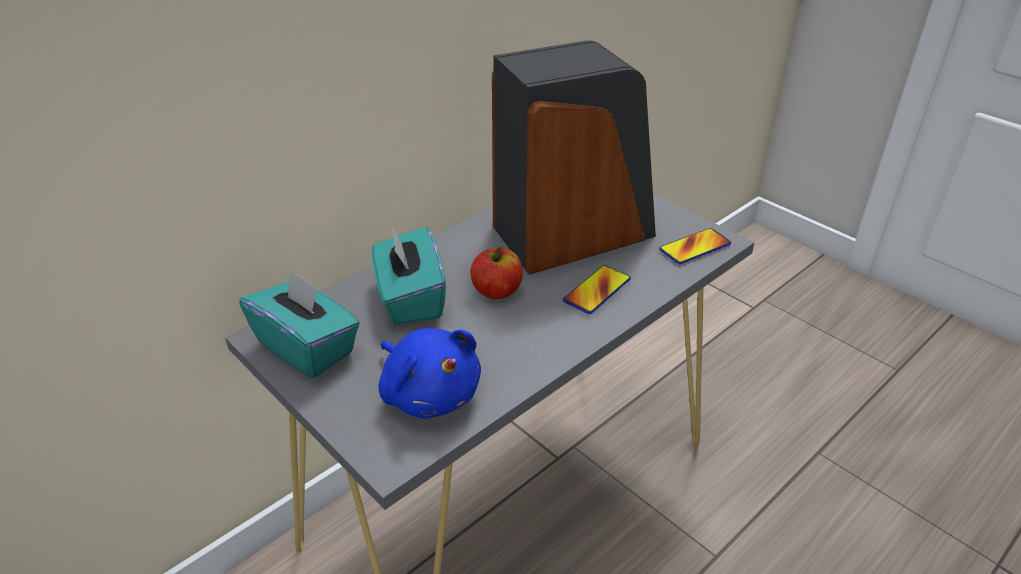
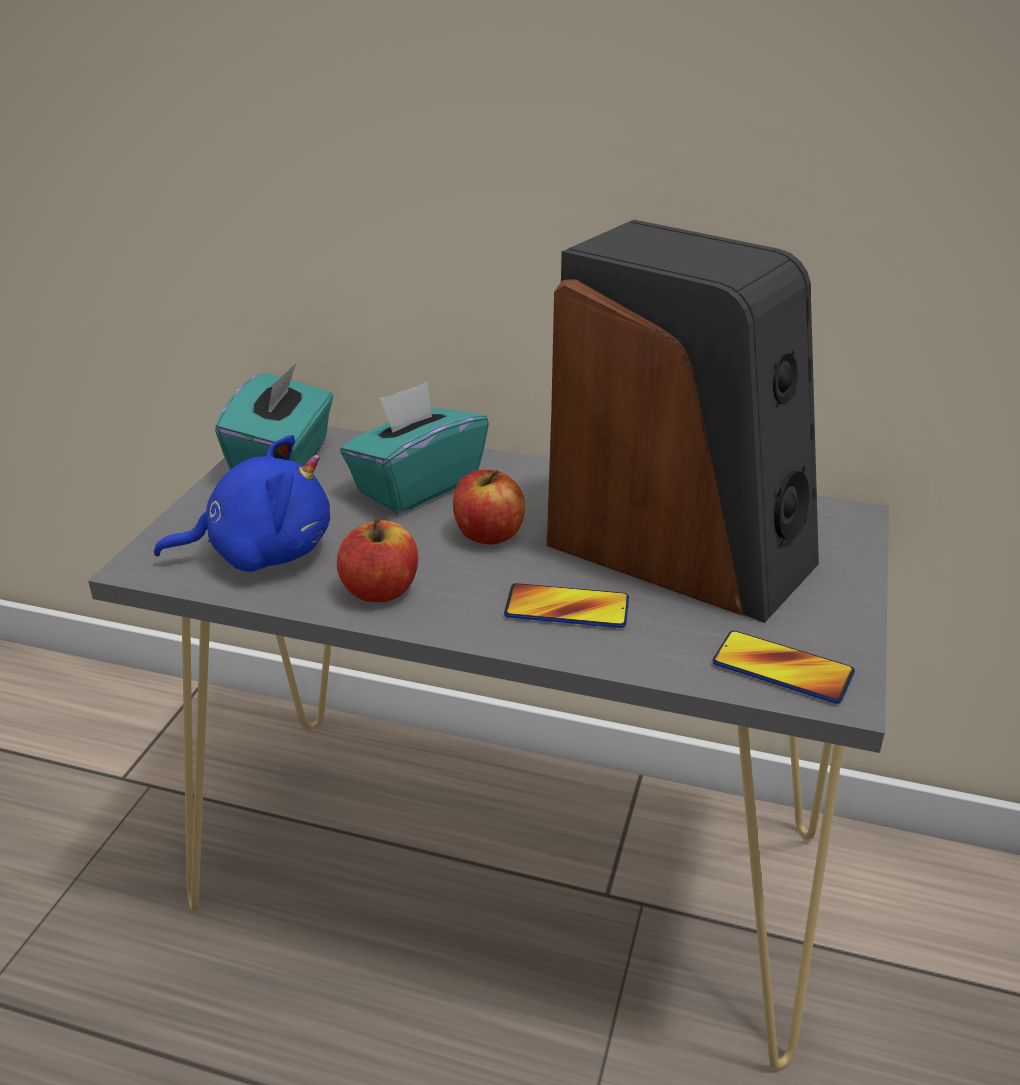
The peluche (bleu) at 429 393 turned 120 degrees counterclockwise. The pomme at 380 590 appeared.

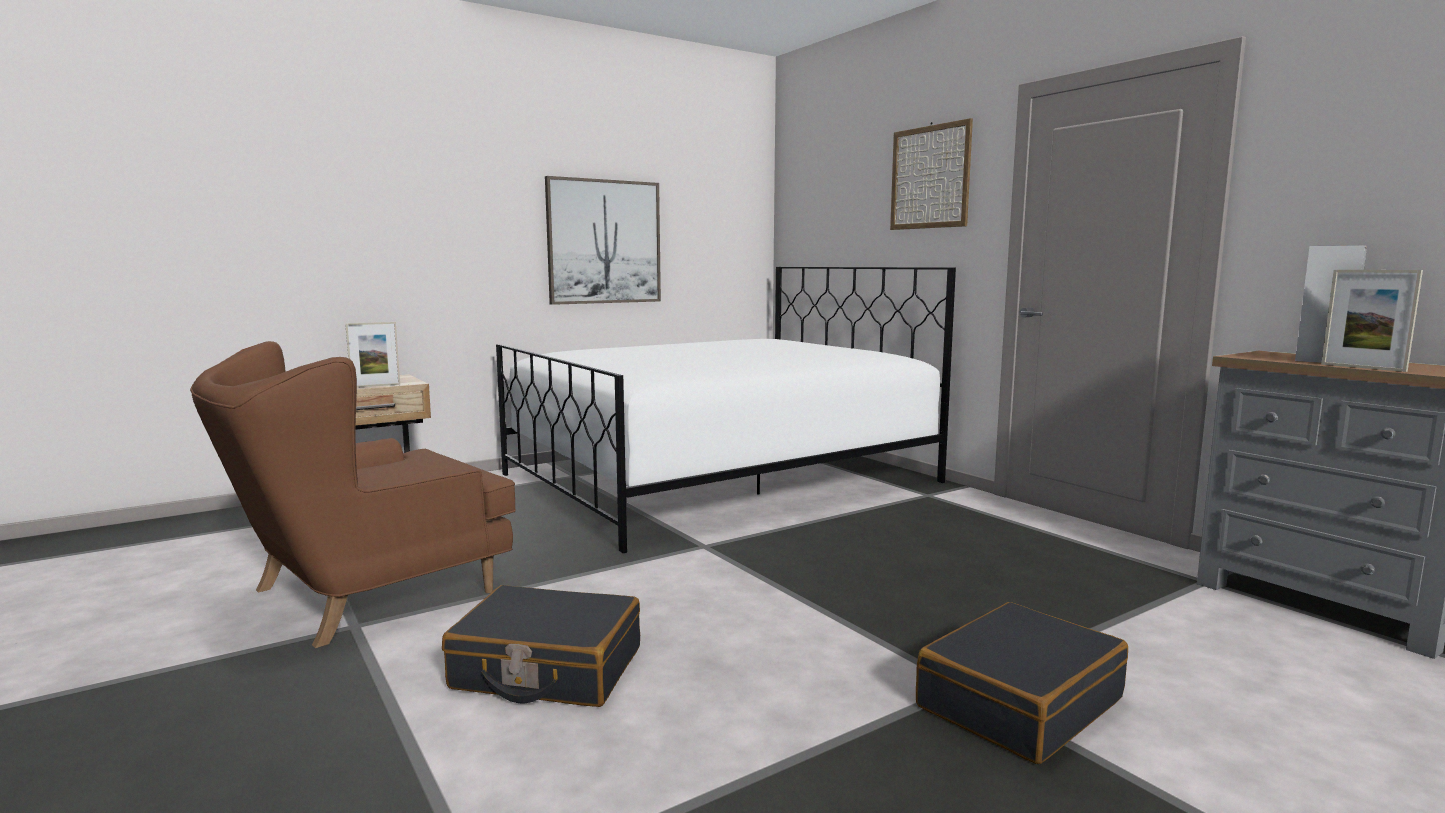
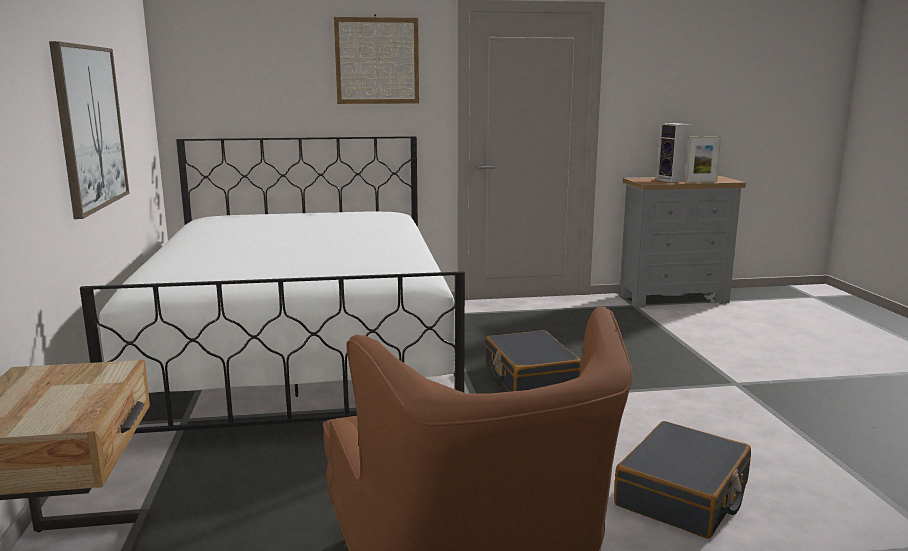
The cadre photo at 375 386 disappeared. The valise (noir) moved from 1018 702 to 529 377.

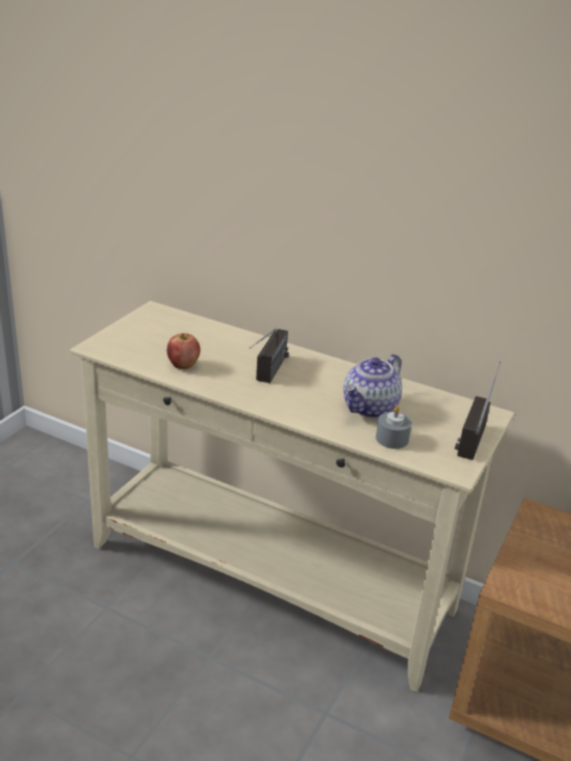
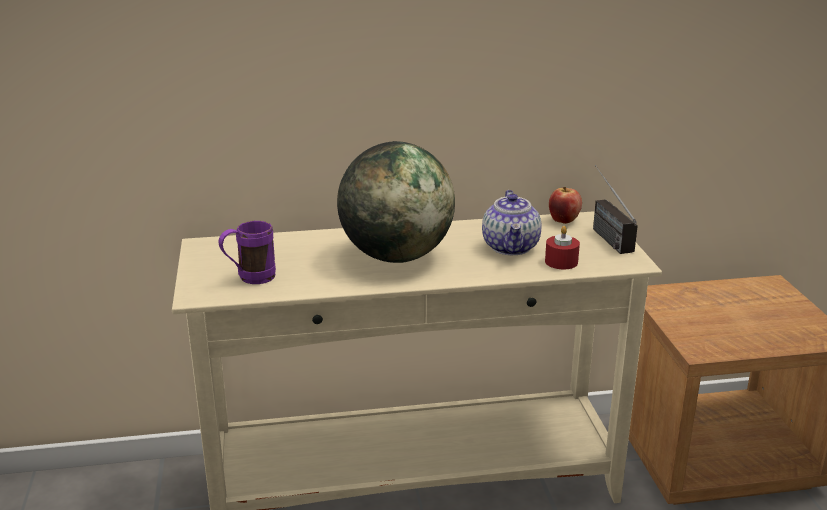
The radio at 268 376 was replaced by the globe at 396 256. The pomme moved from 183 365 to 564 221. The bougie (gris) at 392 439 became the bougie (rouge) at 561 262. The mug (violet) at 249 279 appeared.

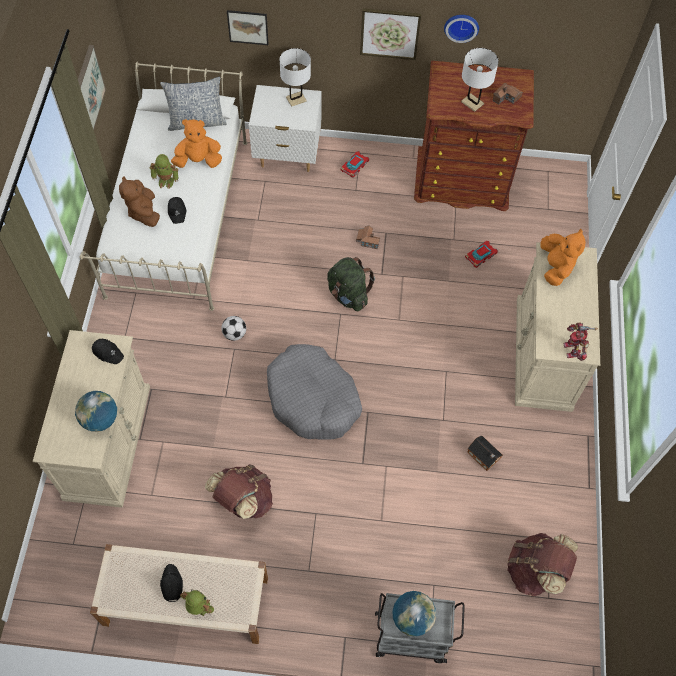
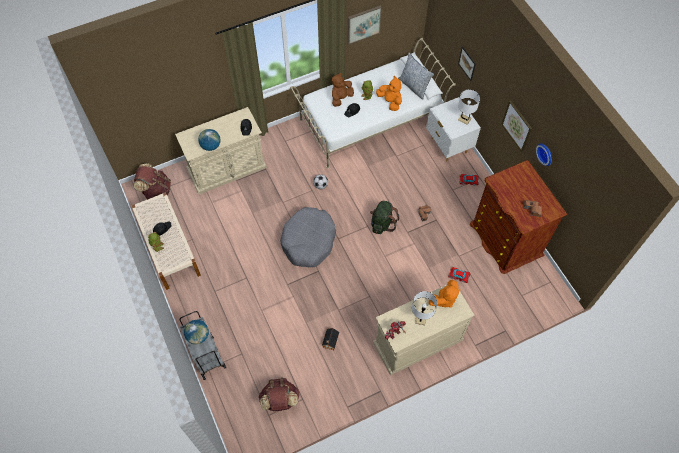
The lampe de table (blanc) moved from 472 103 to 420 318. The sac à dos (marron) moved from 243 500 to 156 191.

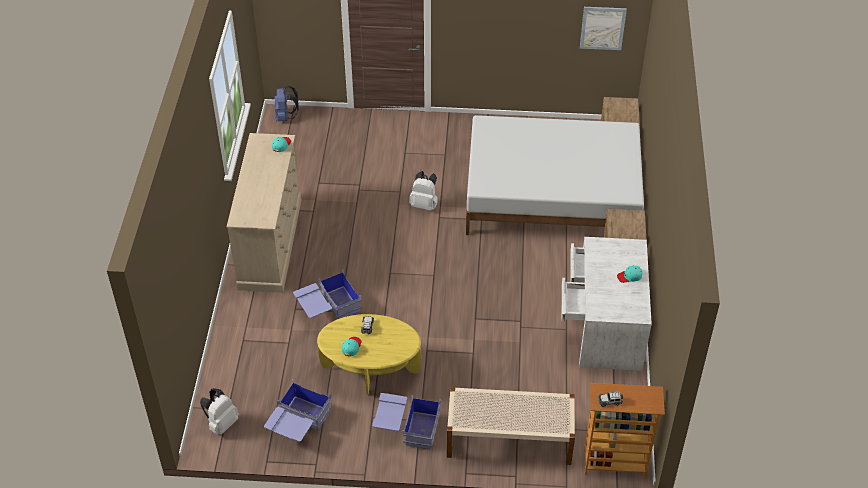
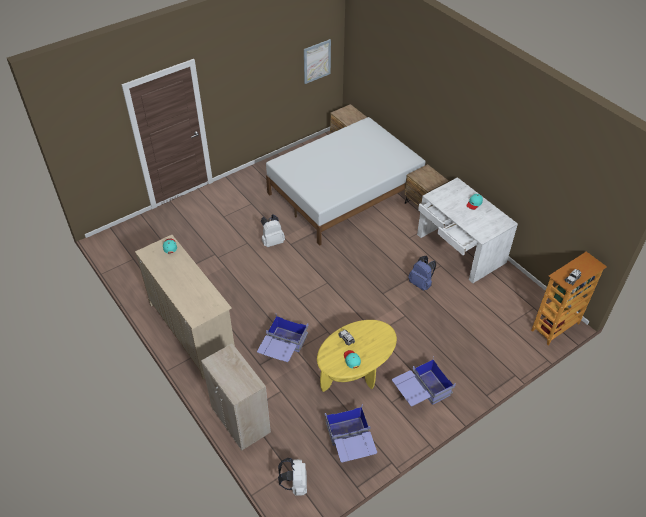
The sac à dos (bleu) moved from 285 117 to 421 283. The banc (beige) at 509 439 disappeared. The meuble de rangement (beige) at 240 422 appeared.

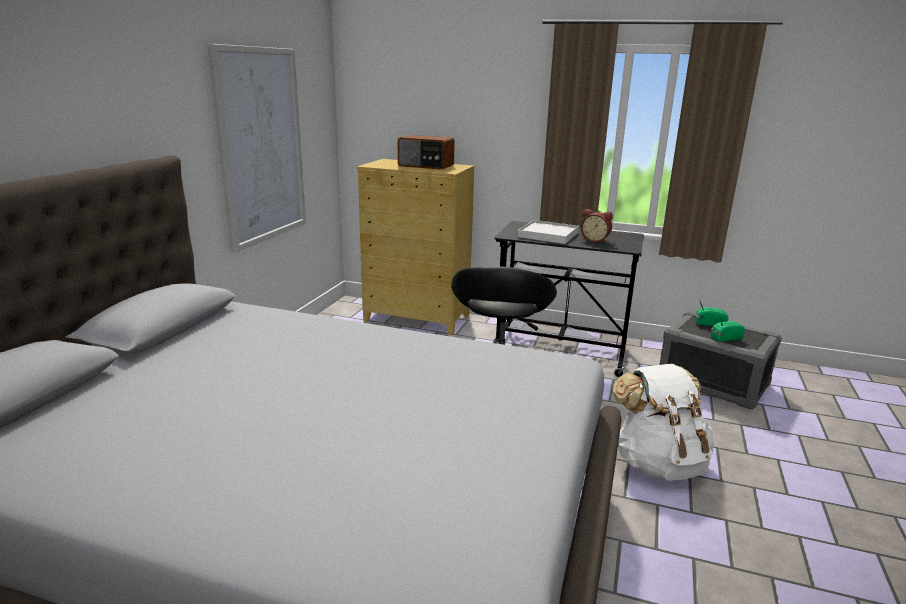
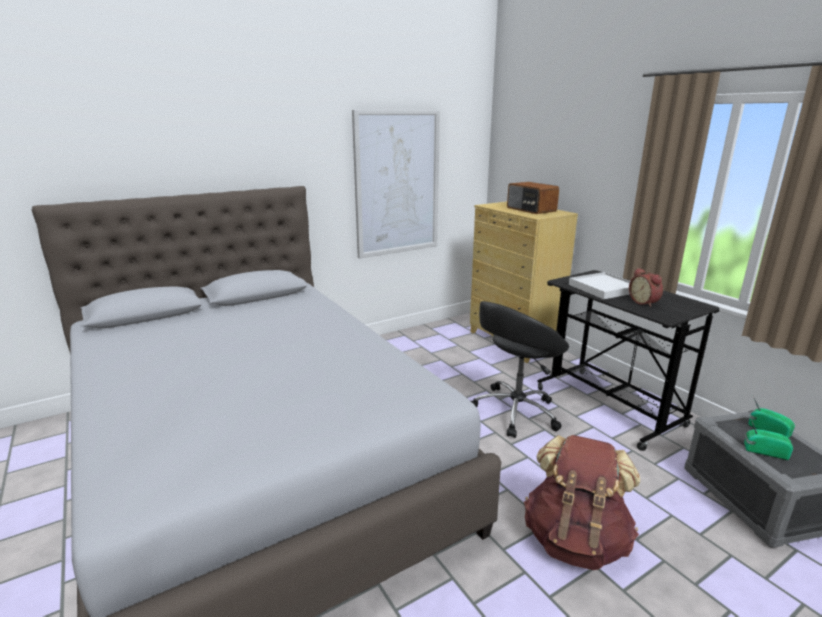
The sac à dos (blanc) at 658 463 became the sac à dos (marron) at 575 540.

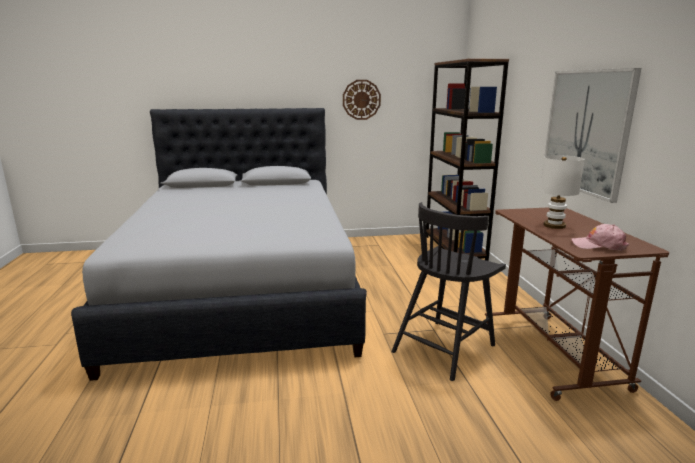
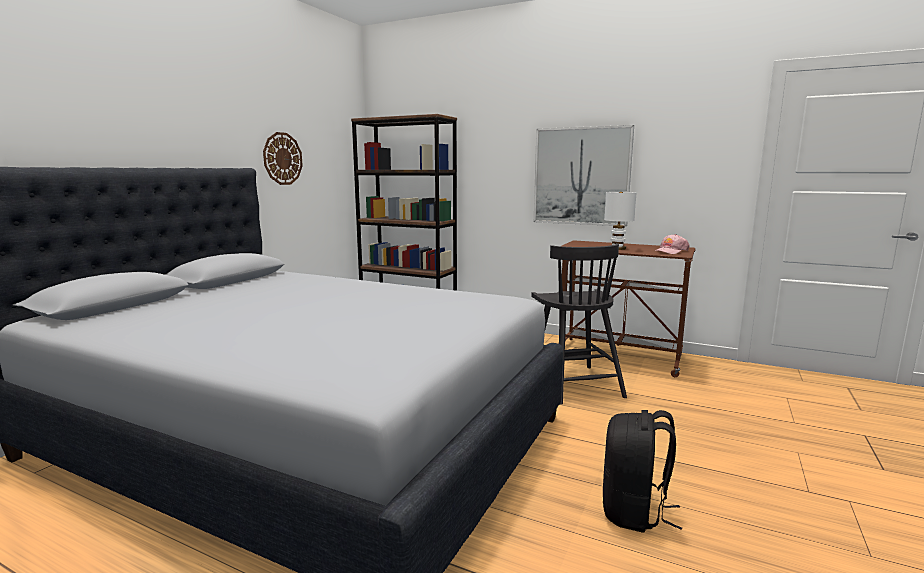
The sac à dos (noir) at 634 511 appeared.

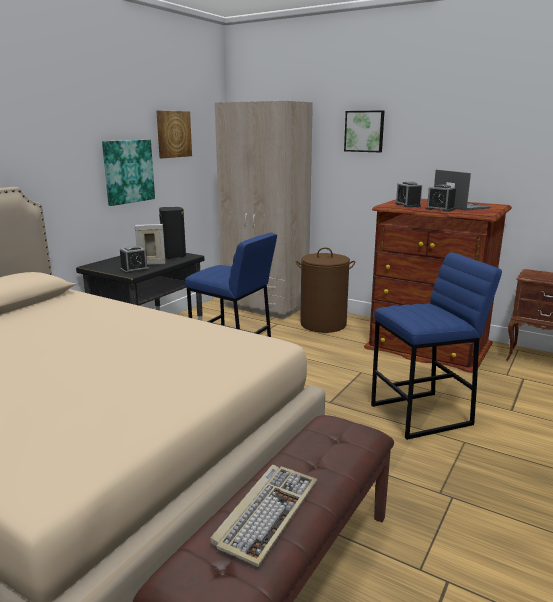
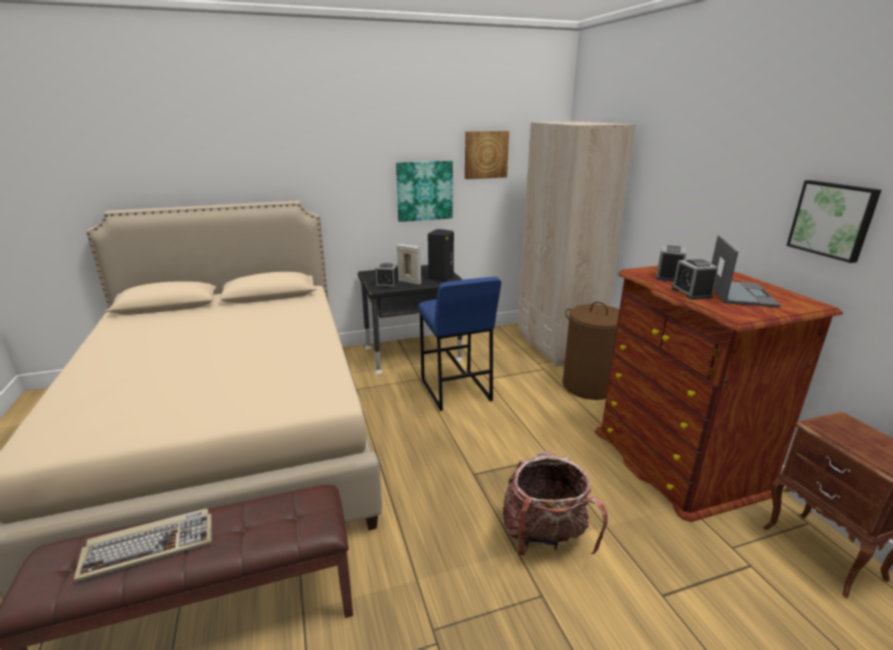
The tableau moved from 364 131 to 833 219. The tabouret (bleu) at 423 414 was replaced by the sac à dos at 544 537.

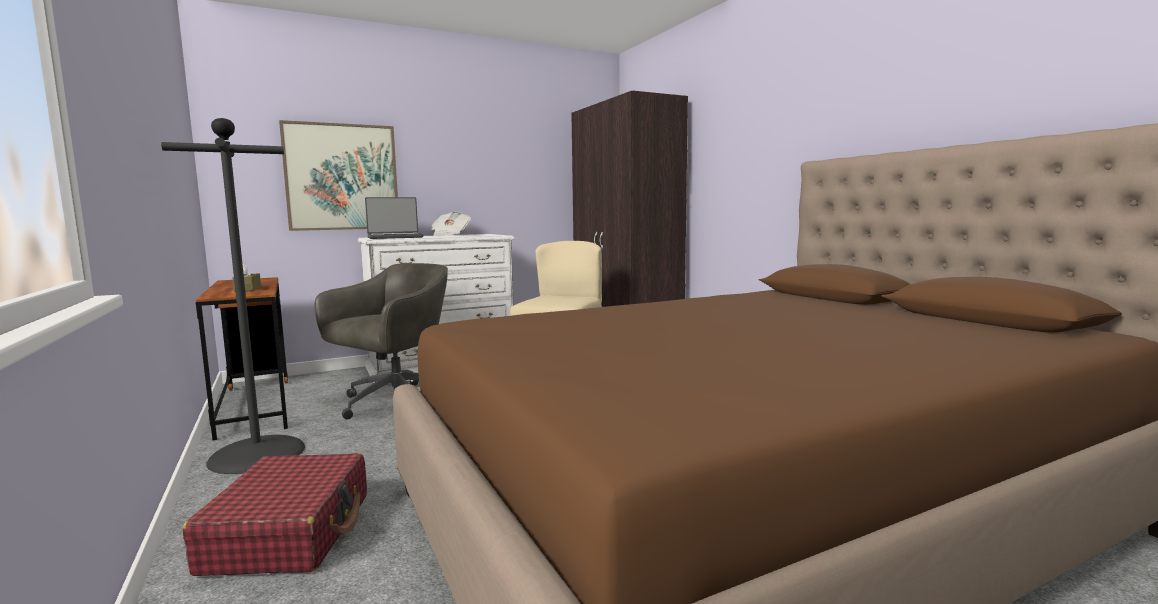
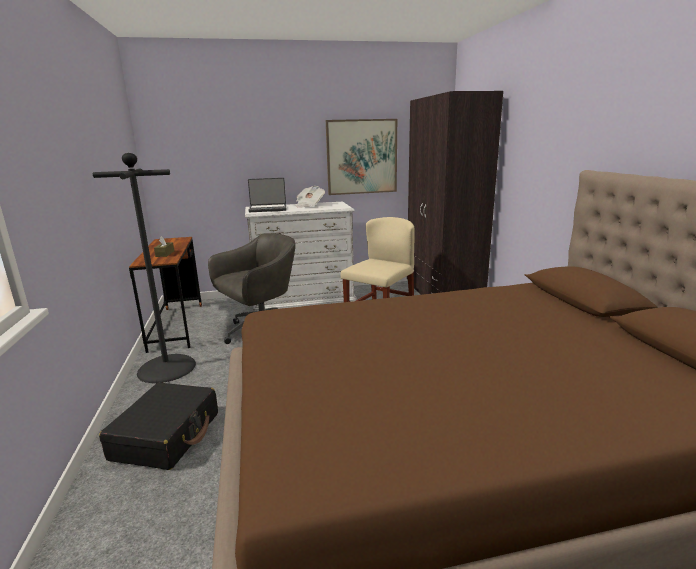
The tableau moved from 342 177 to 362 157. The valise (rouge) at 290 532 became the valise (noir) at 167 436.

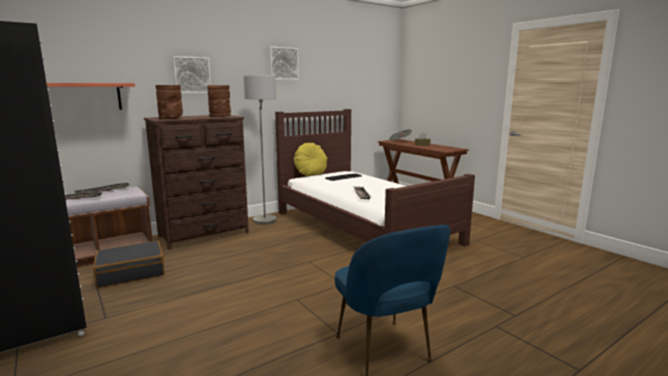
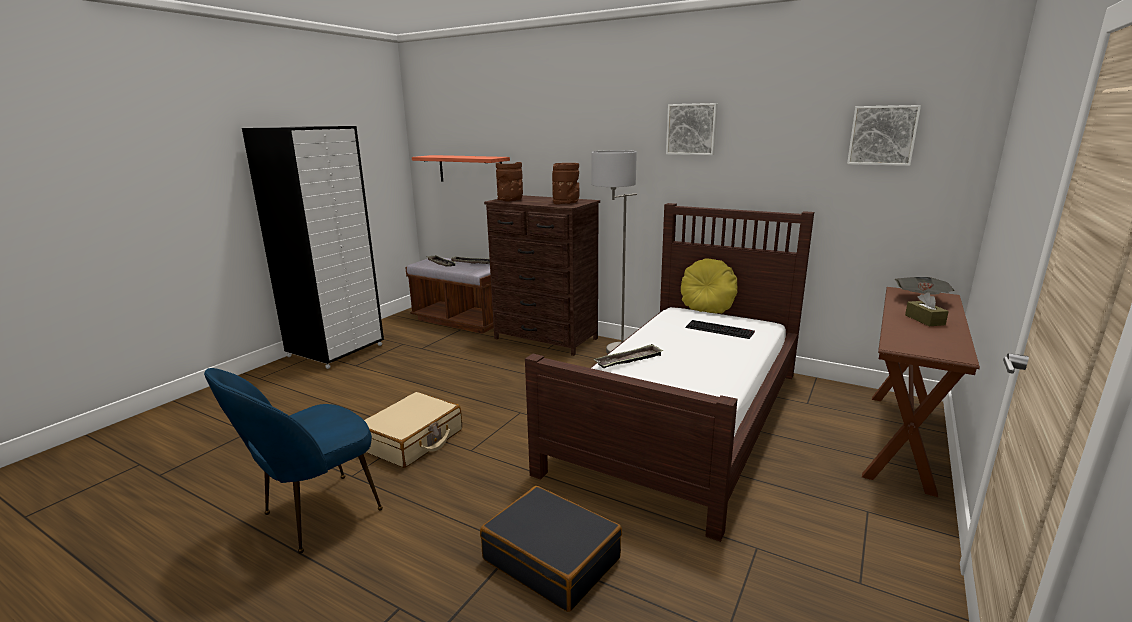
The tableau moved from 191 75 to 882 135. The valise (noir) moved from 131 272 to 552 559. The valise (beige) at 413 440 appeared.

